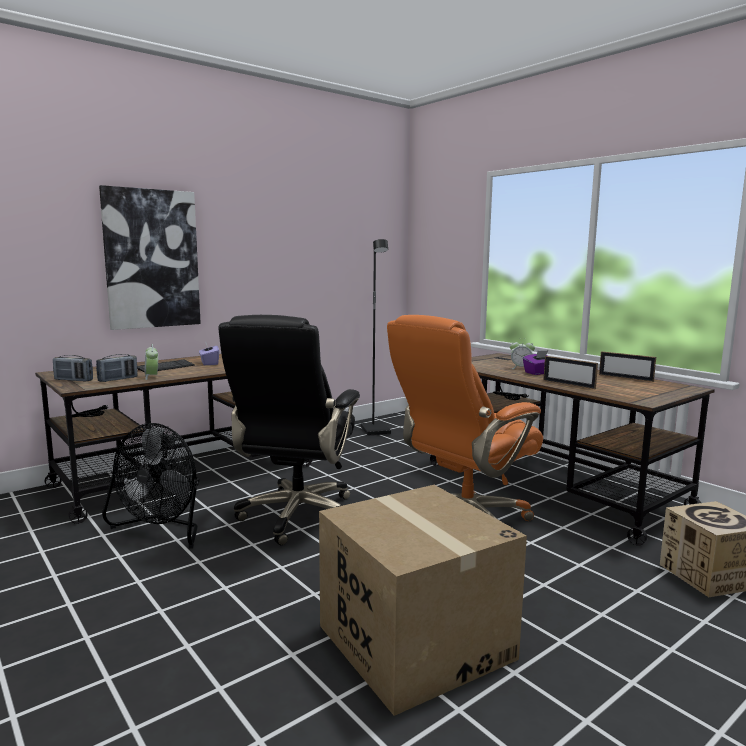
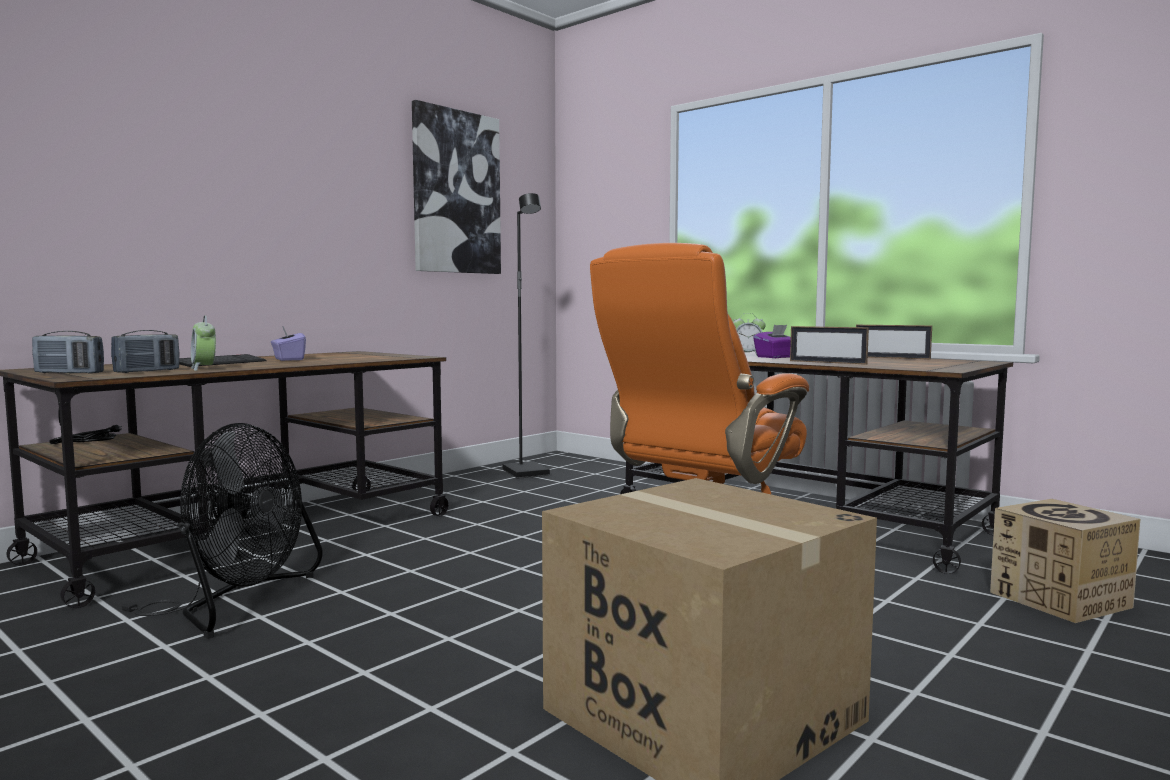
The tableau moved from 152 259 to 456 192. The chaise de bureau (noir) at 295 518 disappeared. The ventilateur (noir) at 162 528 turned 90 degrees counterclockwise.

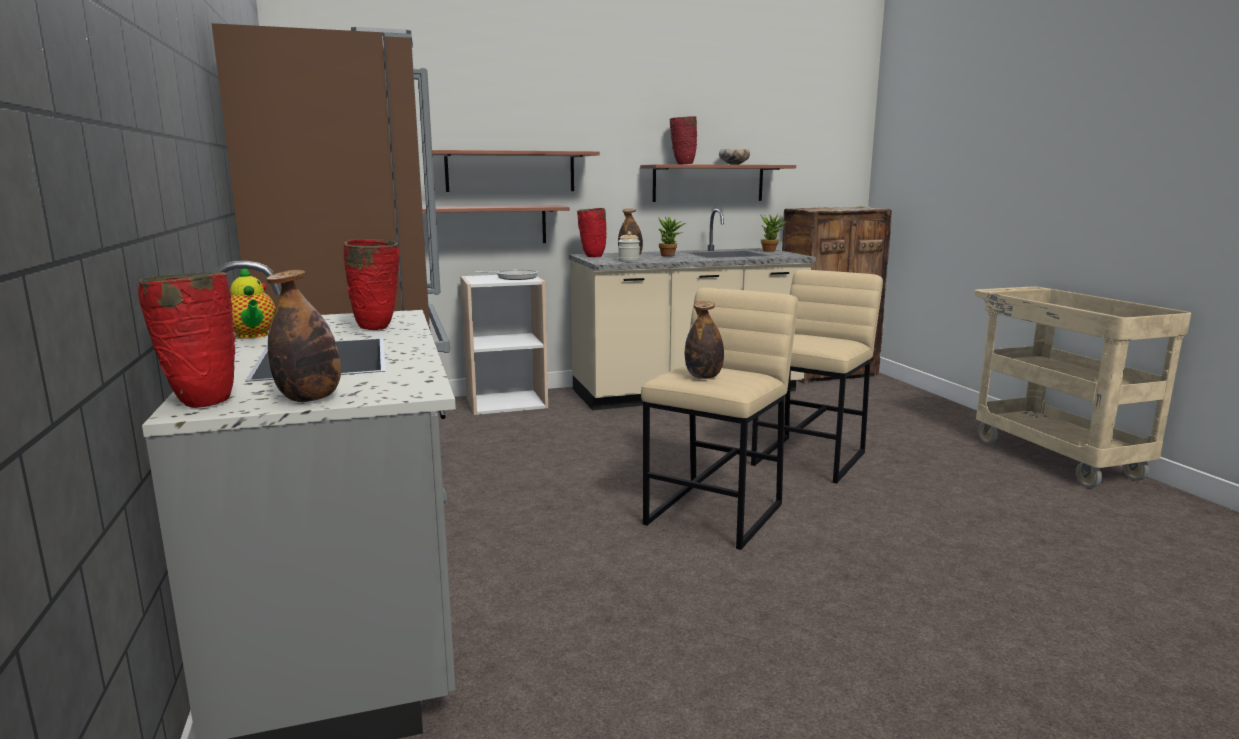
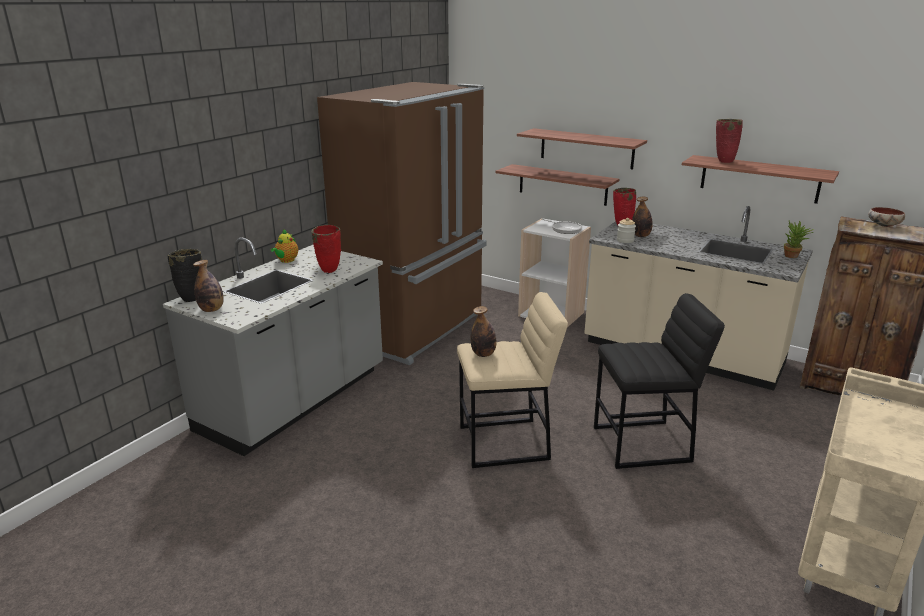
The bol moved from 733 164 to 883 225. The plante en pot at 670 256 disappeared. The tabouret (beige) at 810 457 became the tabouret (noir) at 644 444. The vase (rouge) at 203 402 became the vase (noir) at 192 298.

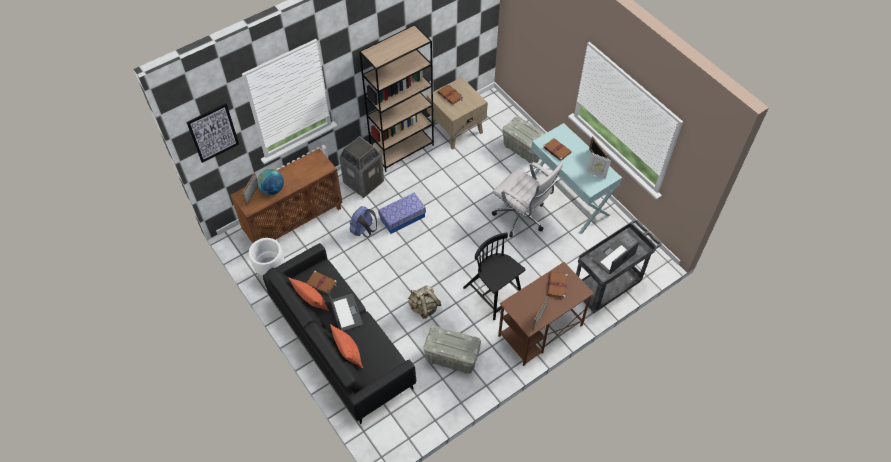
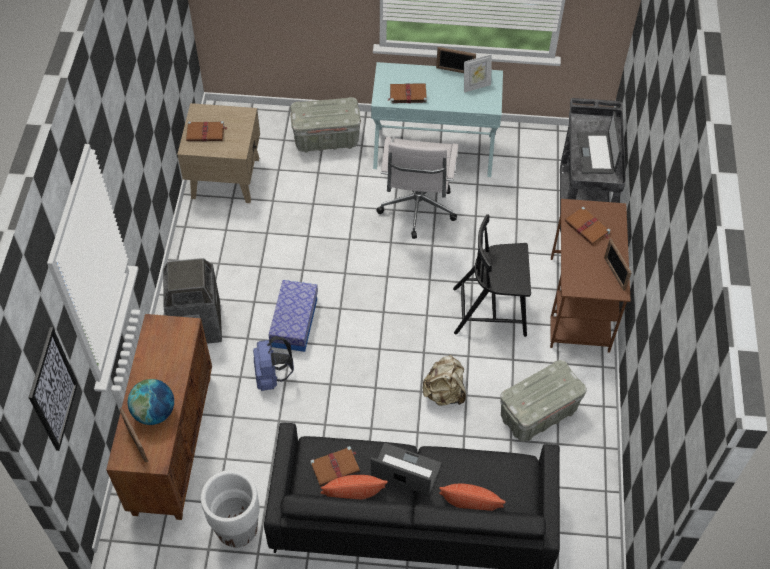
The bibliothèque (beige) at 402 150 disappeared. The chaise de bureau (blanc) at 522 218 turned 105 degrees clockwise.

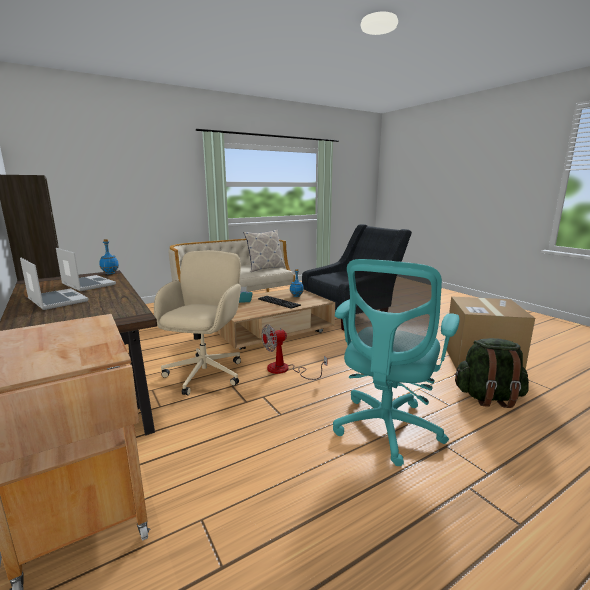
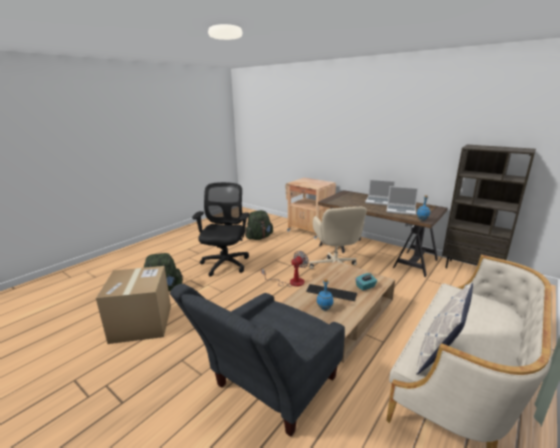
The chaise de bureau (turquoise) at 386 422 became the chaise de bureau (noir) at 225 266. The sac à dos (vert) at 259 238 appeared.

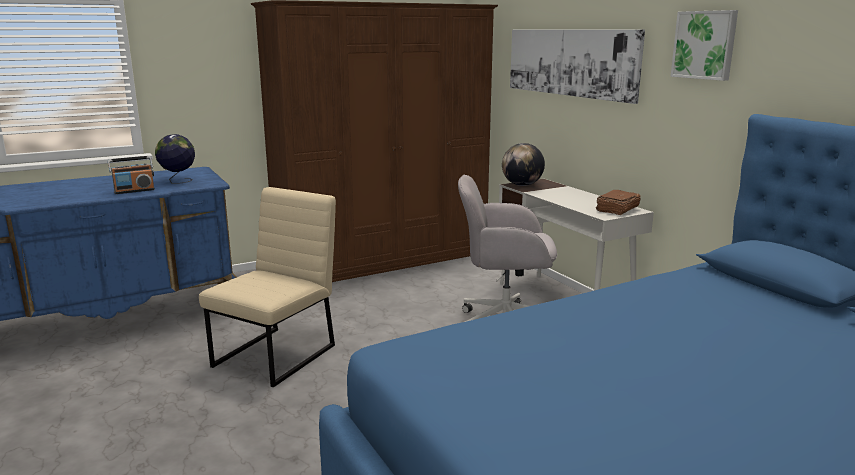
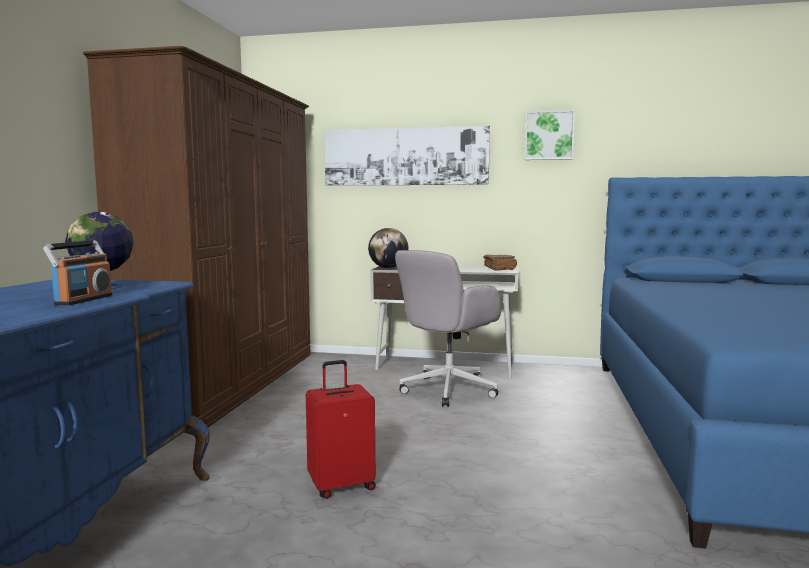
The chaise (beige) at 278 354 was replaced by the valise (rouge) at 341 485.

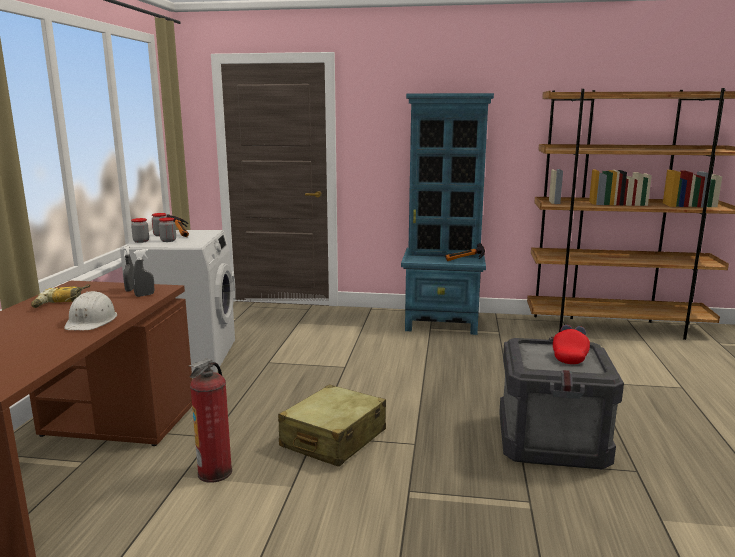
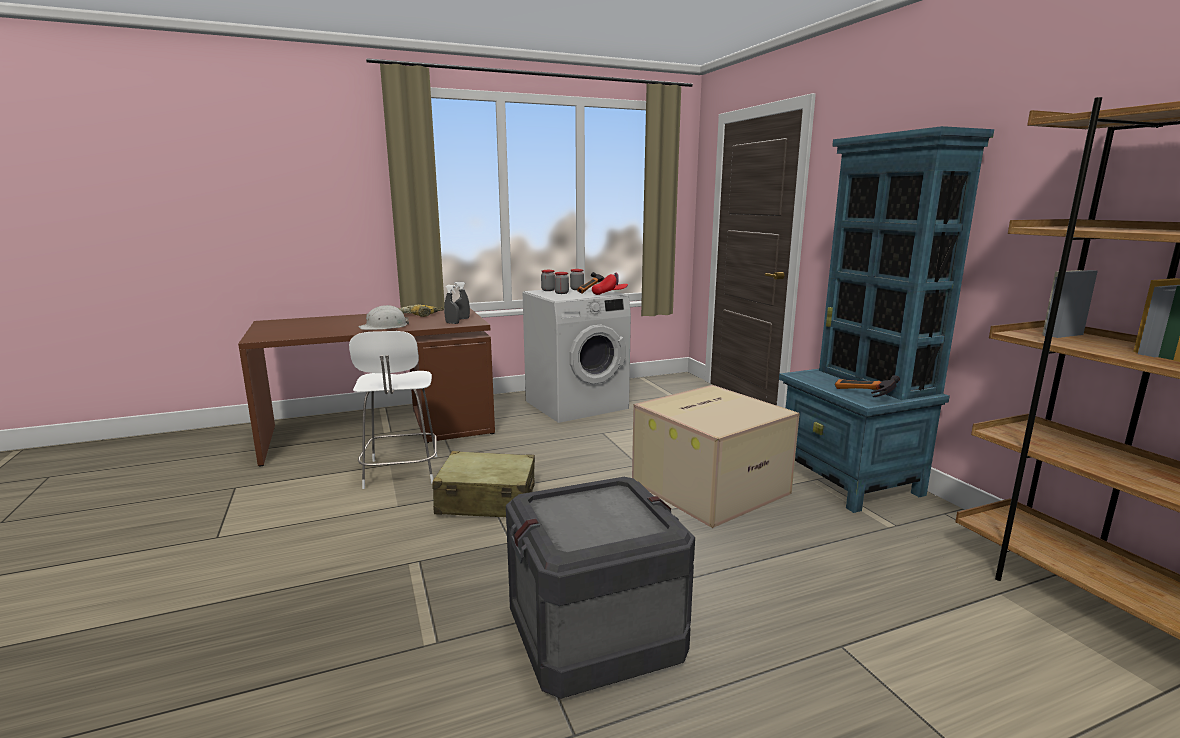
The casquette (rouge) moved from 570 356 to 609 294. The extincteur at 215 472 was replaced by the chaise (blanc) at 401 473. The carton at 710 486 appeared.

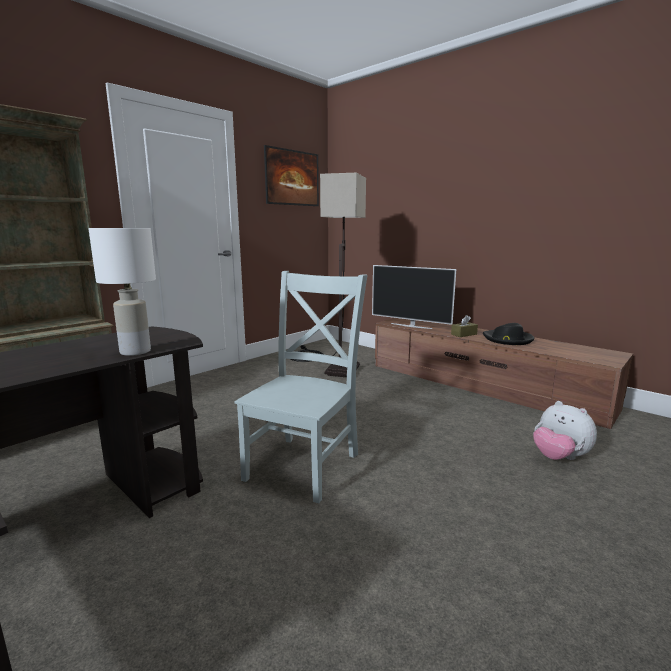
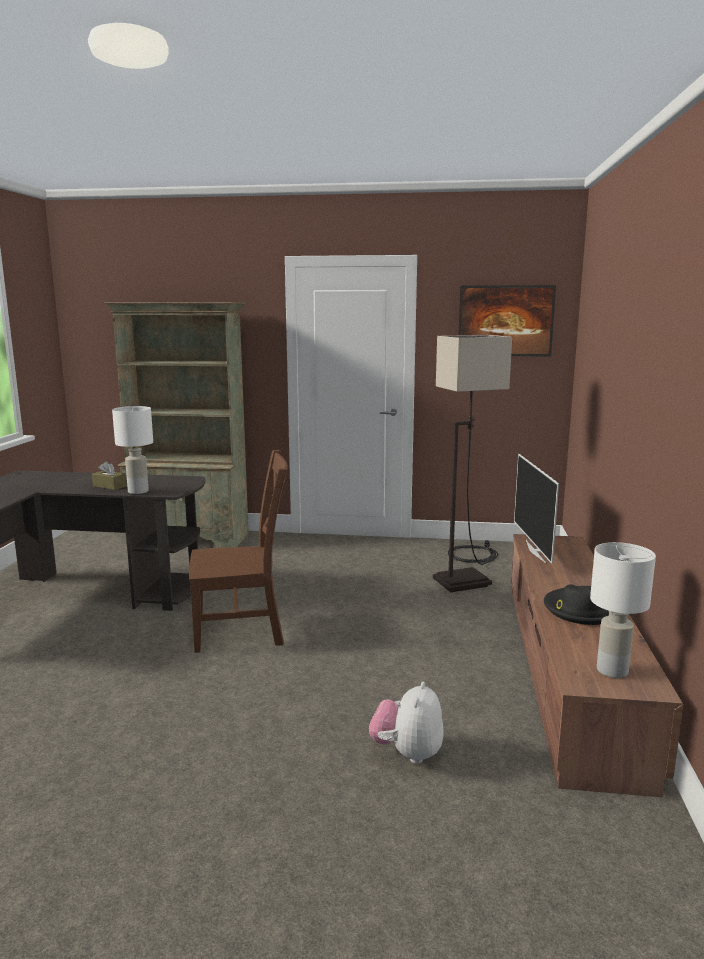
The chaise (gris) at 305 464 became the chaise (marron) at 243 630. The boîte à mouchoirs (marron) moved from 464 334 to 109 486. The lampe de table (blanc) at 611 670 appeared.

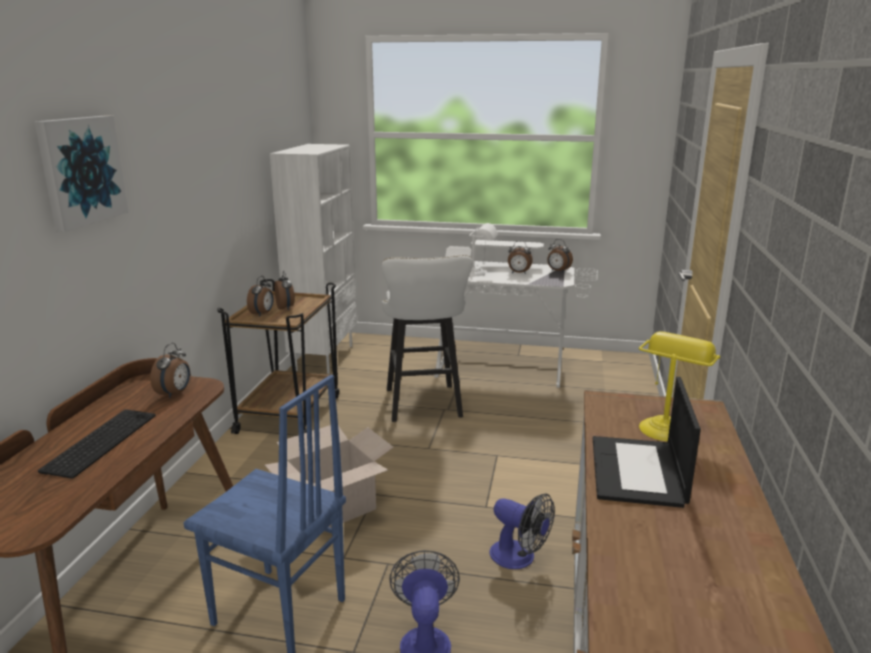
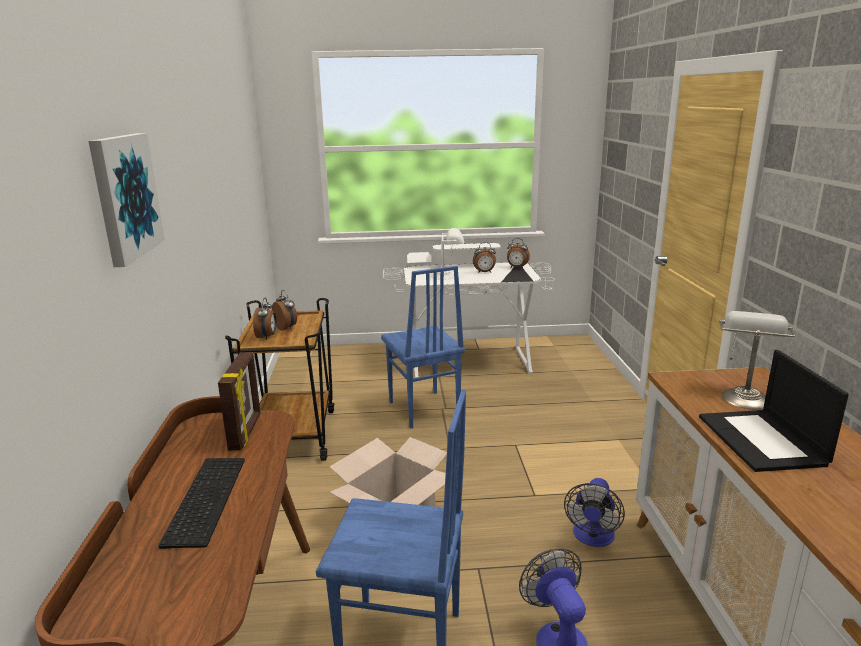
The bibliothèque (blanc) at 323 357 disappeared. The tabouret (blanc) at 424 407 was replaced by the chaise (bleu) at 422 410. The lampe de table (jaune) at 666 424 became the lampe de table (blanc) at 743 394. The réveil at 175 393 was replaced by the cadre photo at 246 432. The ventilateur at 519 558 turned 90 degrees clockwise.

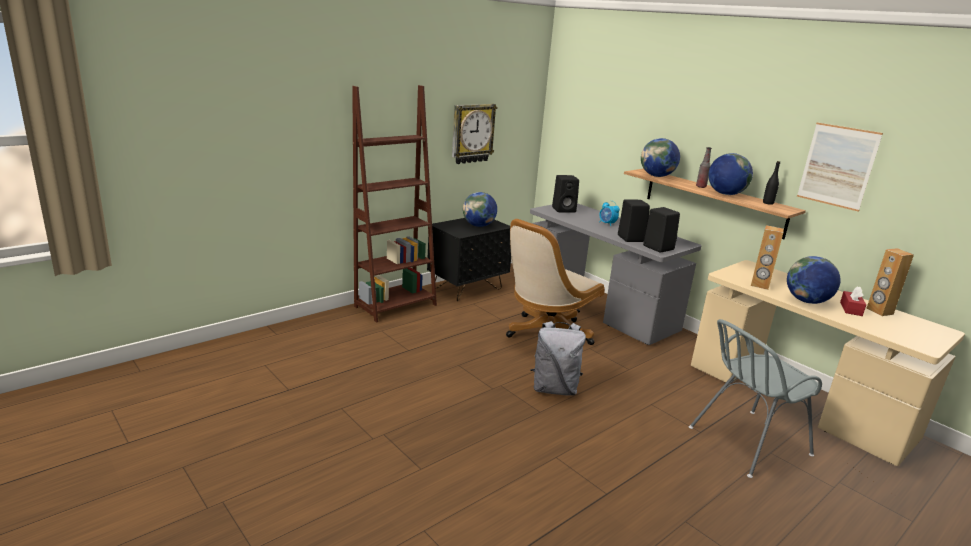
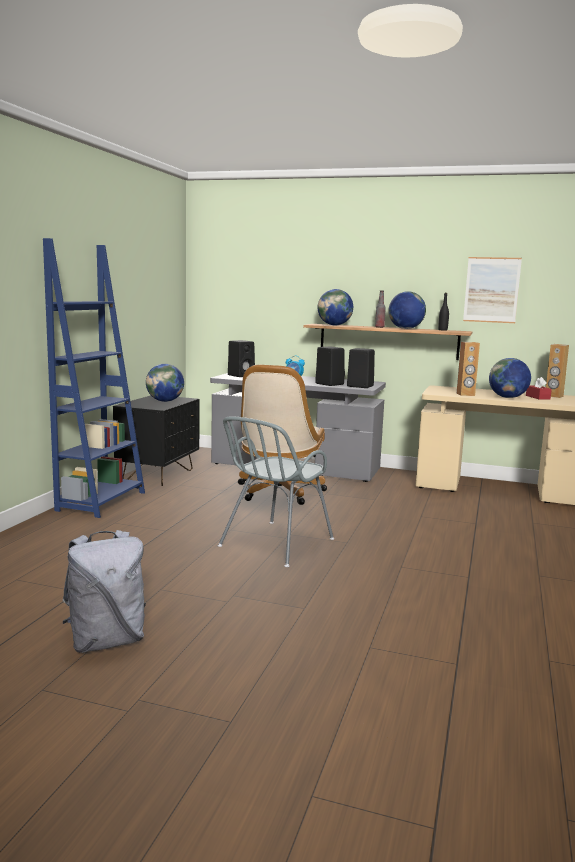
The bibliothèque (marron) at 395 305 became the bibliothèque (bleu) at 101 501. The horloge murale at 472 133 disappeared. The chaise (gris) moved from 746 442 to 274 544. The sac à dos (gris) moved from 554 389 to 106 641.

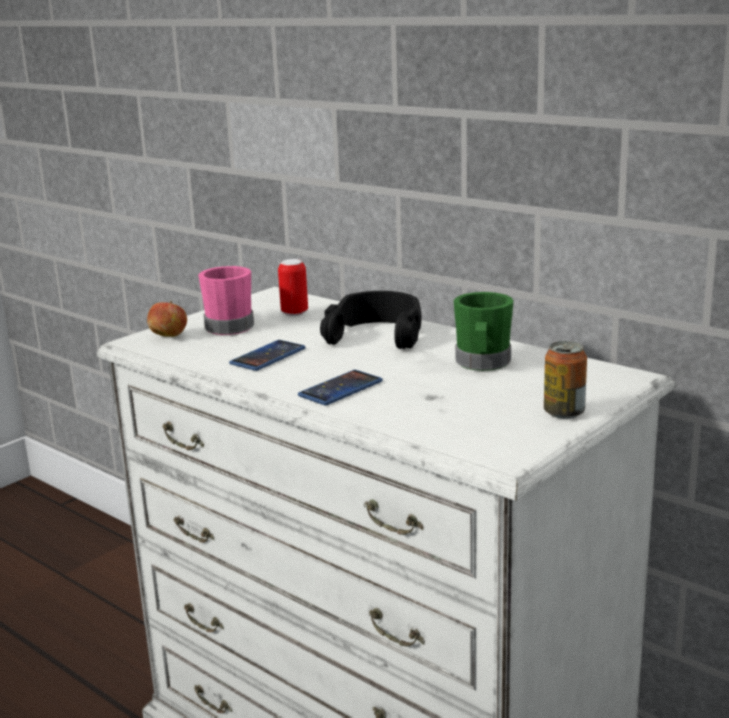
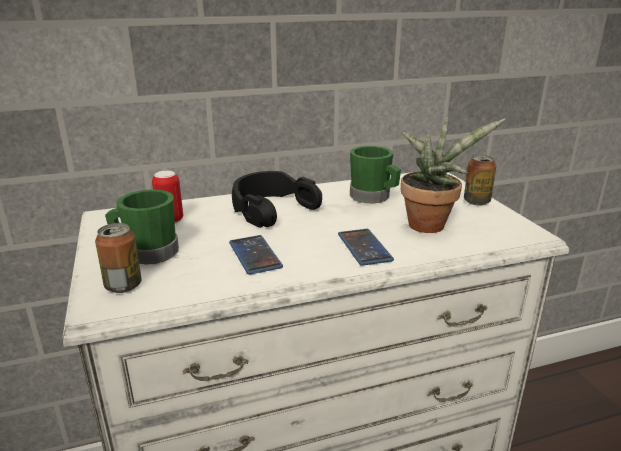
The mug (rose) at 227 325 became the mug (vert) at 146 252. The pomme at 169 337 was replaced by the boîte métallique at 123 286. The plante en pot at 430 224 appeared.

